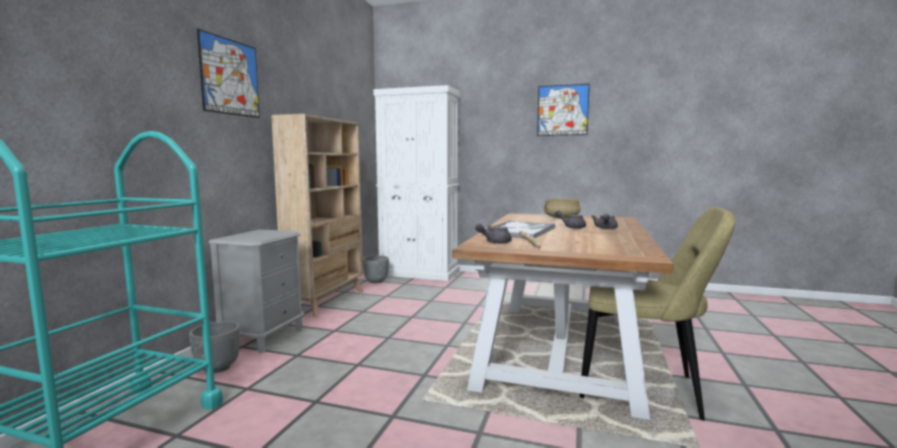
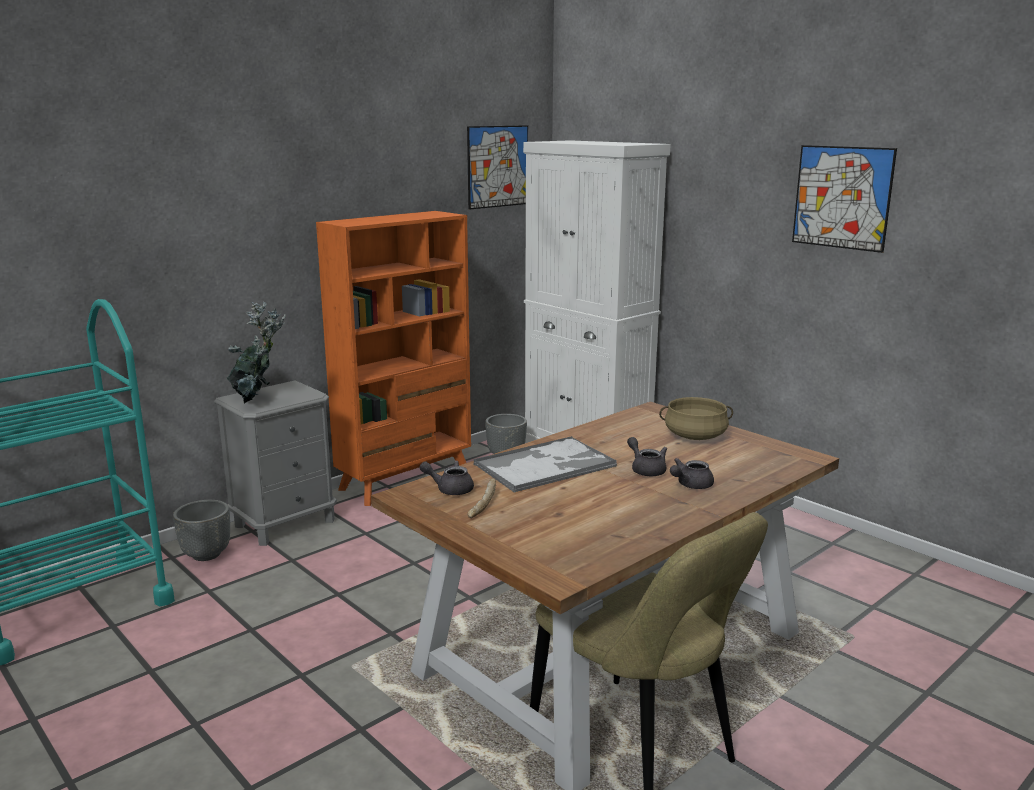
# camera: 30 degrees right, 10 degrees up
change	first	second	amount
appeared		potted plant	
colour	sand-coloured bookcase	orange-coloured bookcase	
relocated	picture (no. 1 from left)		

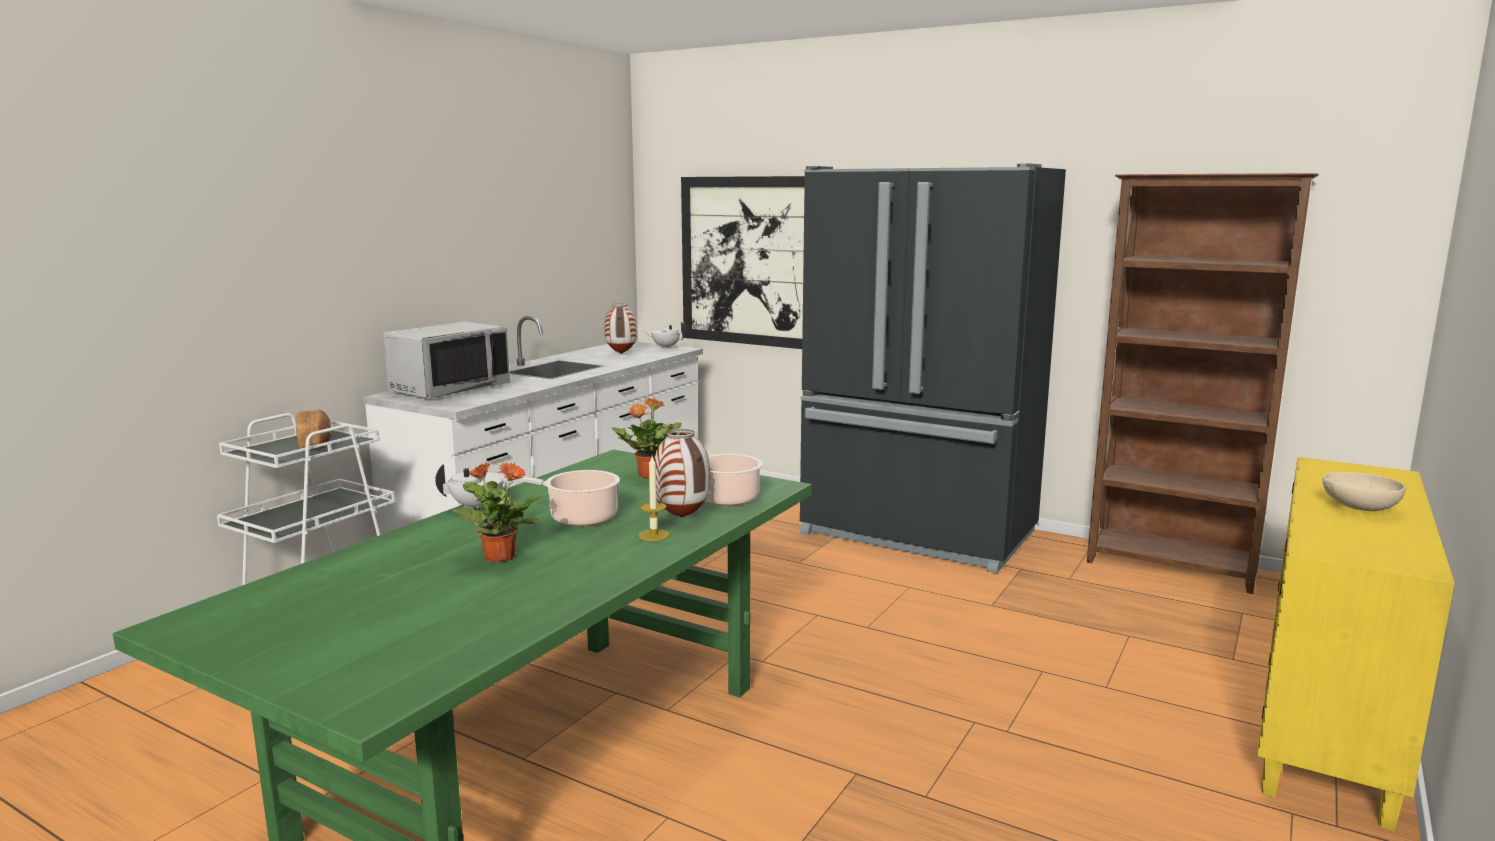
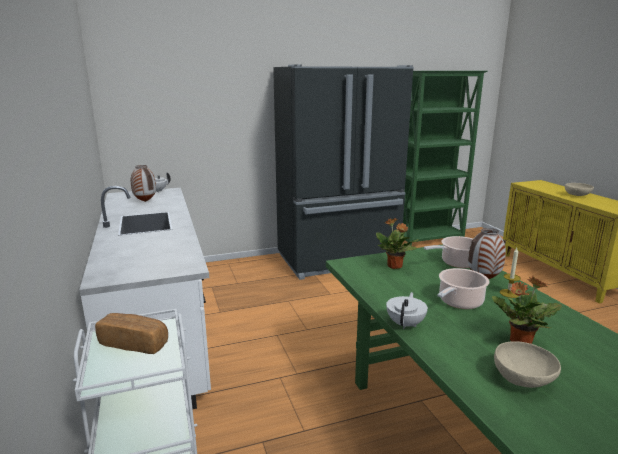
# camera: 50 degrees left, 5 degrees up
change	first	second	amount
colour	brown-coloured bookcase	green-coloured bookcase	
appeared		sand-coloured serving bowl (no. 1 from left)	
missing	gray microwave oven		
missing	picture		

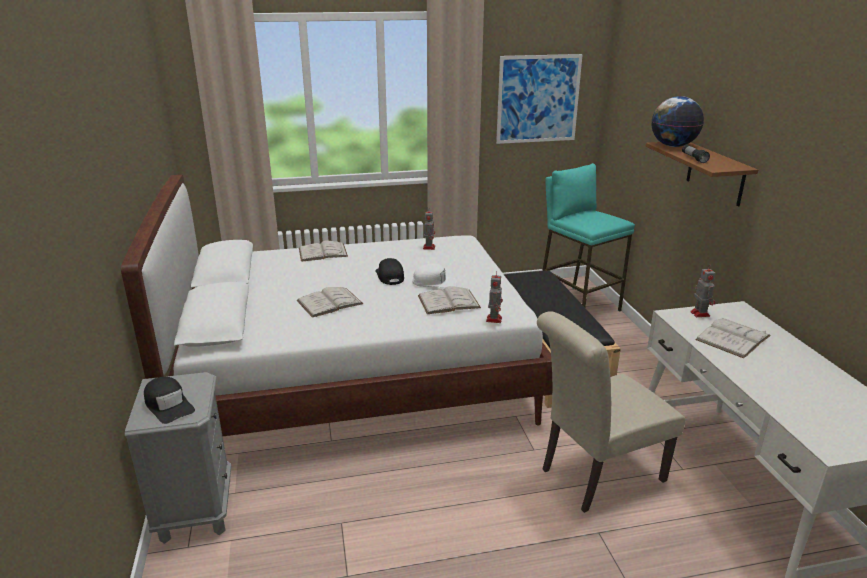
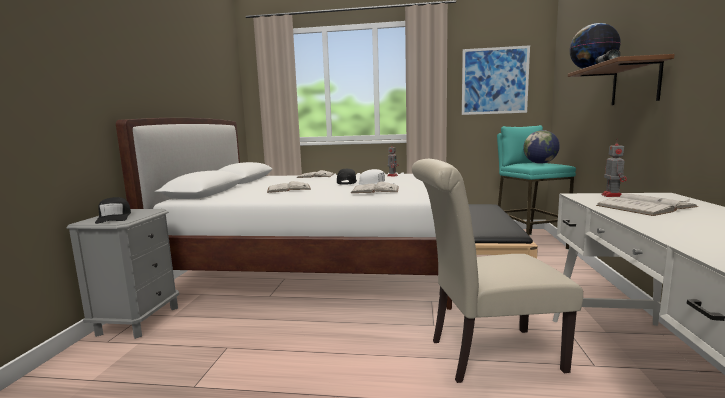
# camera: 20 degrees right, 15 degrees down
change	first	second	amount
appeared		world globe (no. 1 from left)	
missing	robot figure (no. 2 from left)		

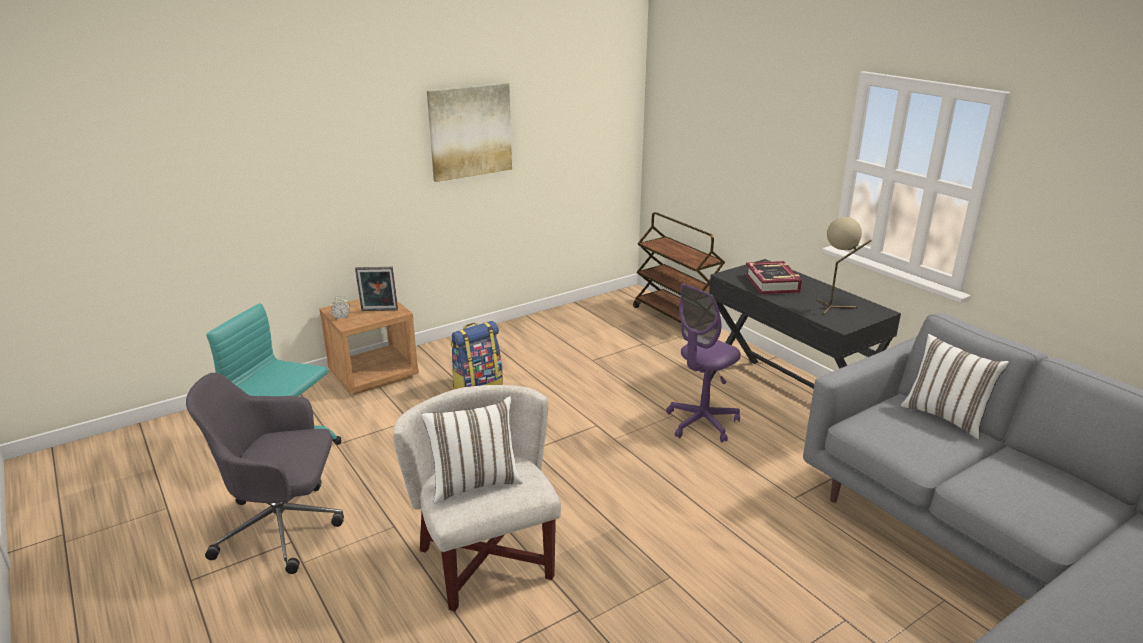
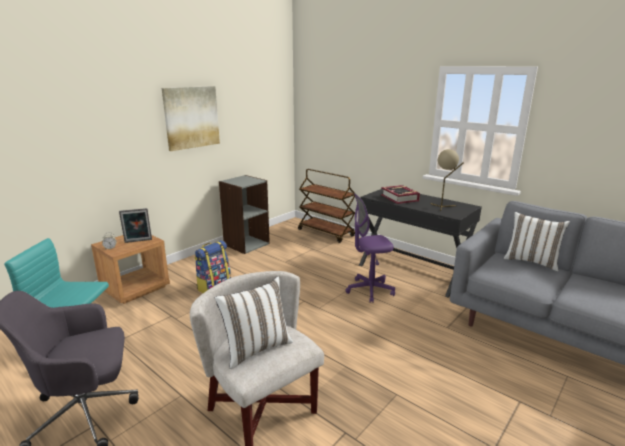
# camera: 15 degrees left, 5 degrees down
change	first	second	amount
appeared		gray bookcase	
spun	purple-coloured computer chair		45 degrees clockwise

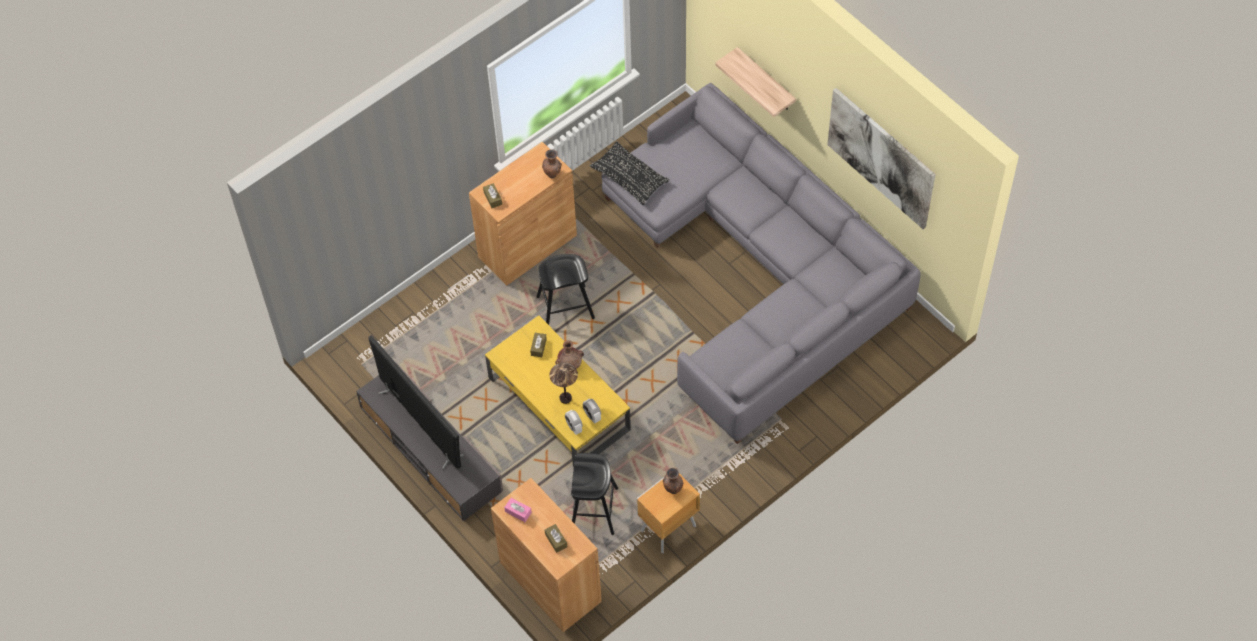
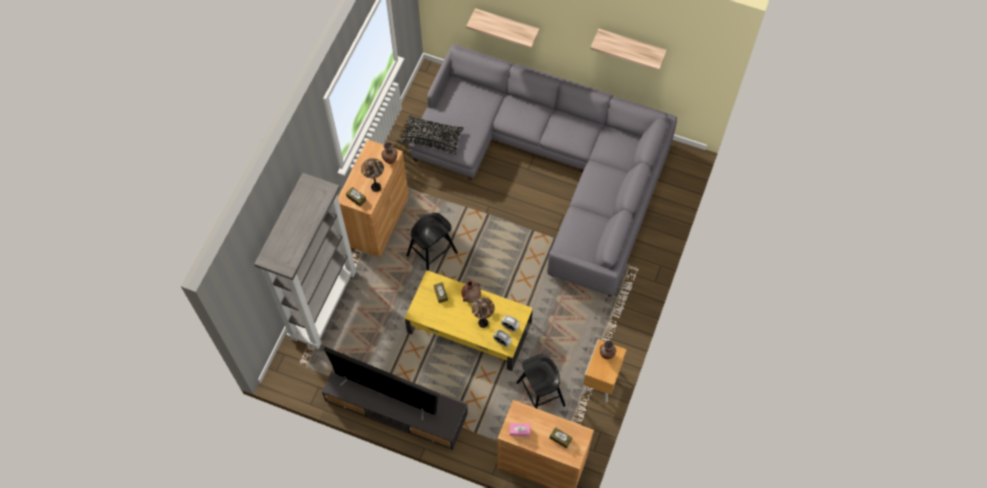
# camera: 30 degrees left, 5 degrees up
change	first	second	amount
appeared		gray bookcase	
appeared		table lamp (no. 1 from left)	
exchanged	picture	shelf (no. 2 from left)	

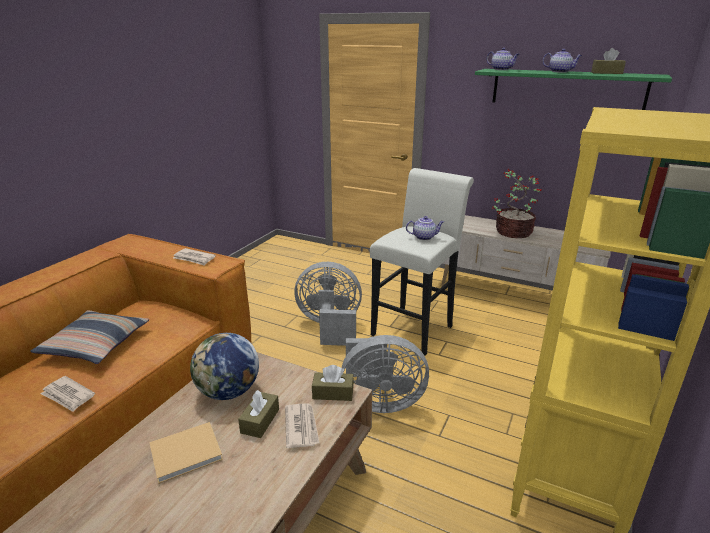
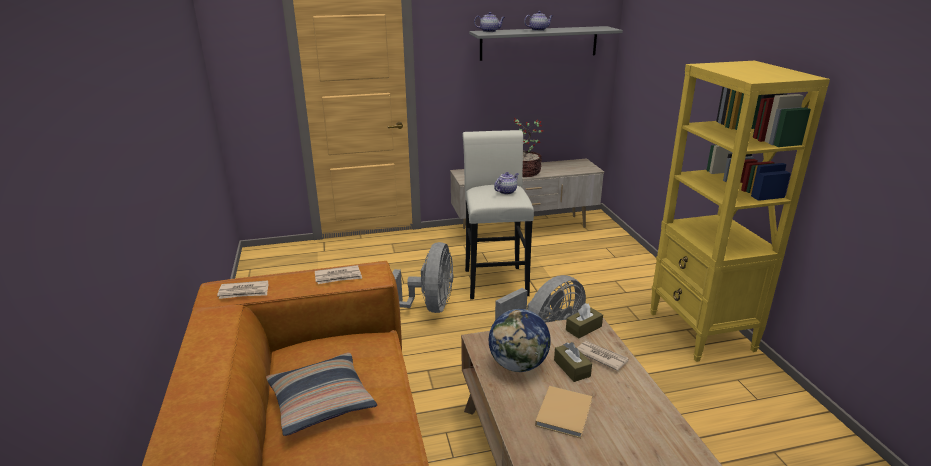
# camera: 40 degrees left, 0 degrees up
change	first	second	amount
relocated	newspaper (no. 1 from left)		
spun	gray electric fan (no. 1 from left)		135 degrees clockwise
colour	green-coloured shelf	gray shelf	
missing	brown-coloured box of tissues (no. 3 from left)		

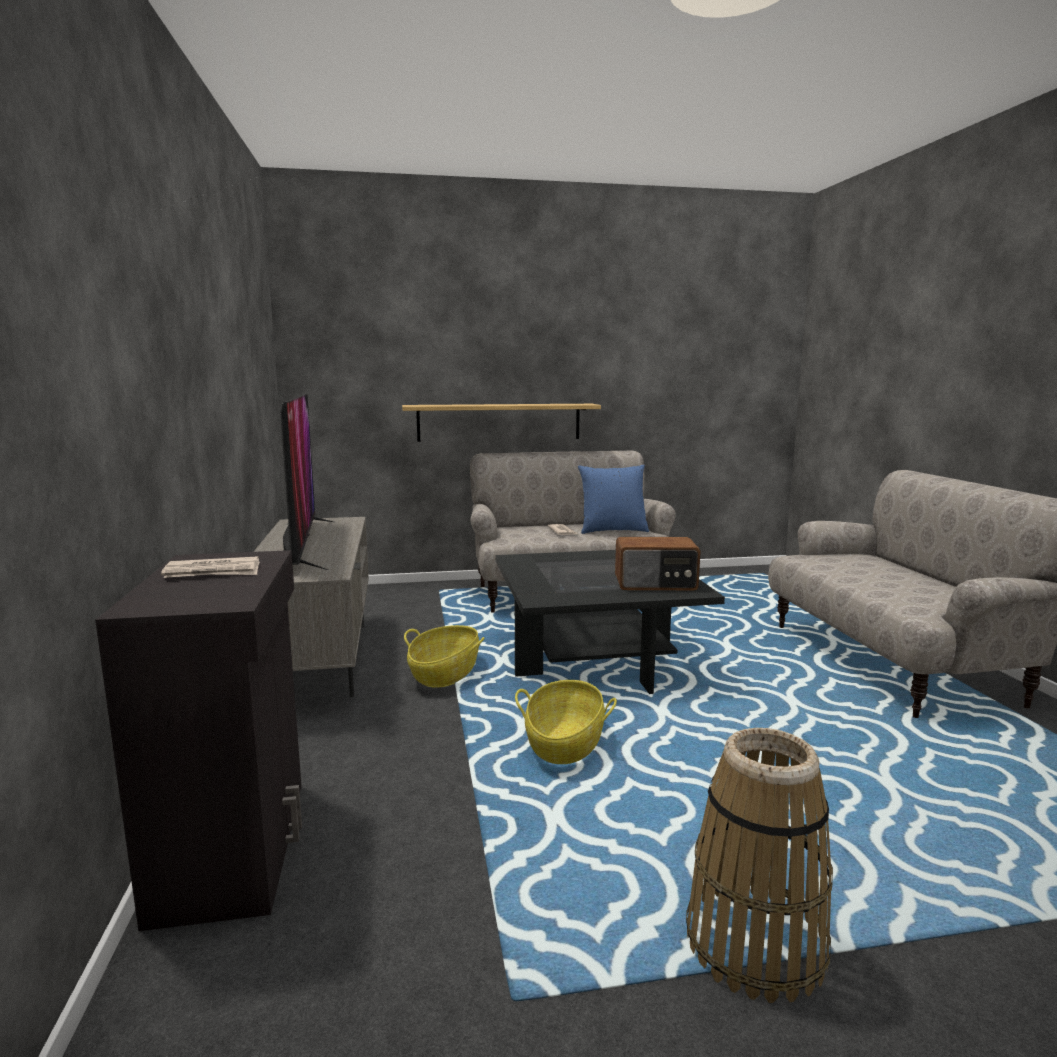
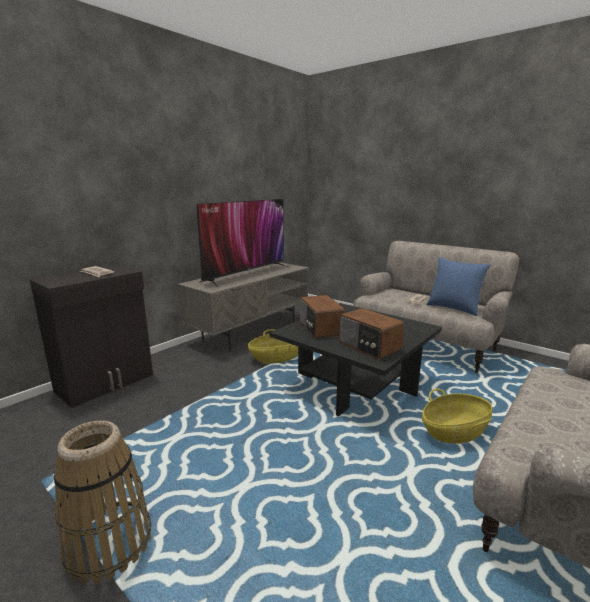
# camera: 50 degrees right, 5 degrees up
change	first	second	amount
appeared		radio receiver (no. 1 from left)	
relocated	household basket (no. 2 from left in the first image)	household basket (no. 3 from left)	
missing	shelf		

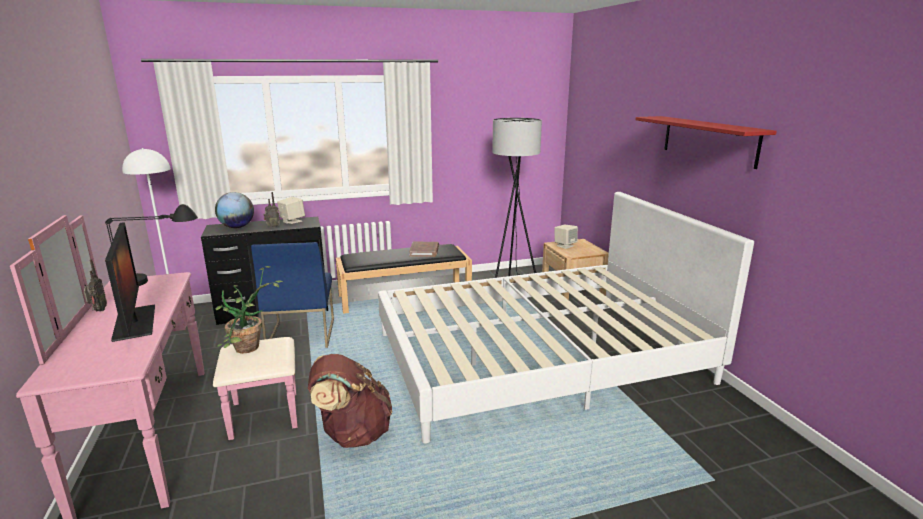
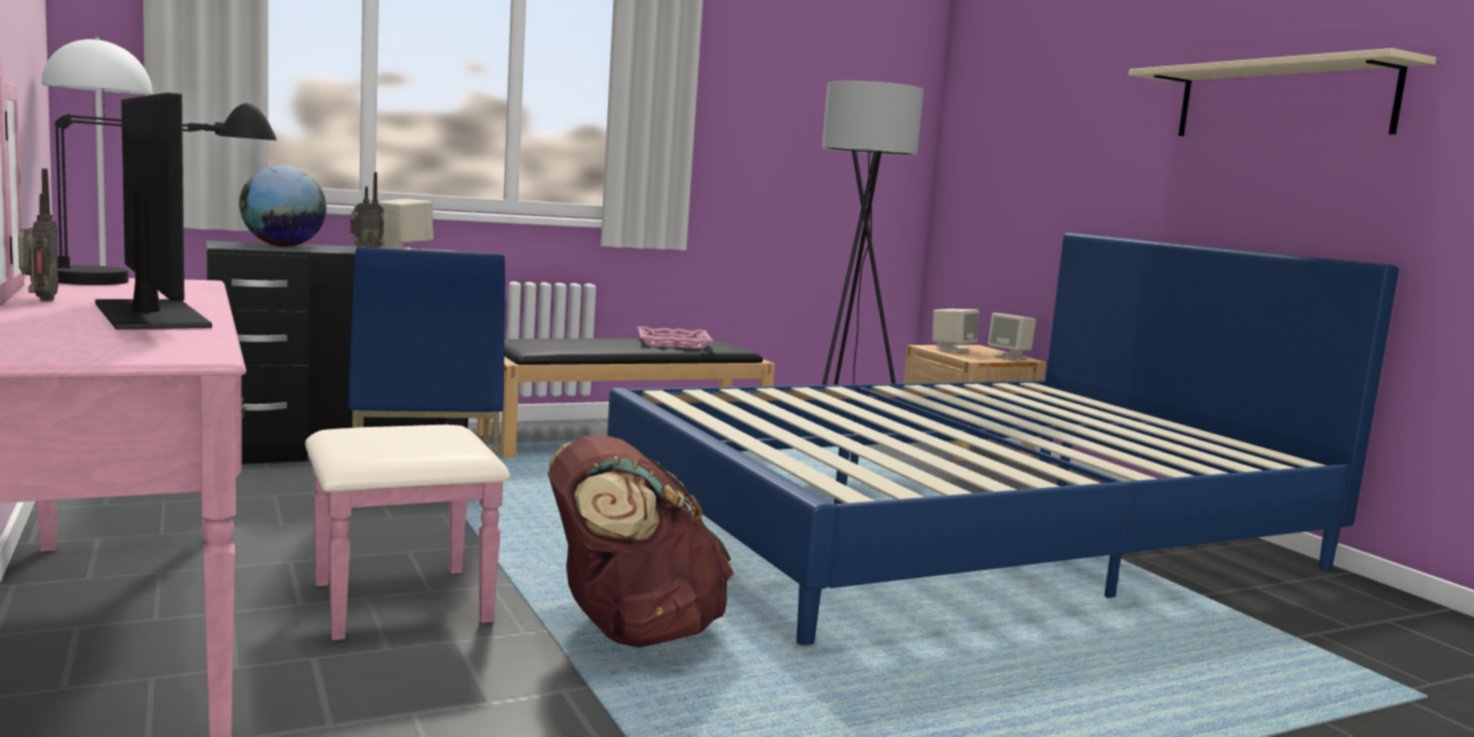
# camera: 10 degrees left, 10 degrees down
change	first	second	amount
colour	white-coloured sleeping bed	blue-coloured sleeping bed	
exchanged	brown-coloured bound book	pink serving tray	
appeared		sand-coloured loudspeaker (no. 3 from left)	
colour	red-coloured shelf	sand-coloured shelf	
missing	potted plant		

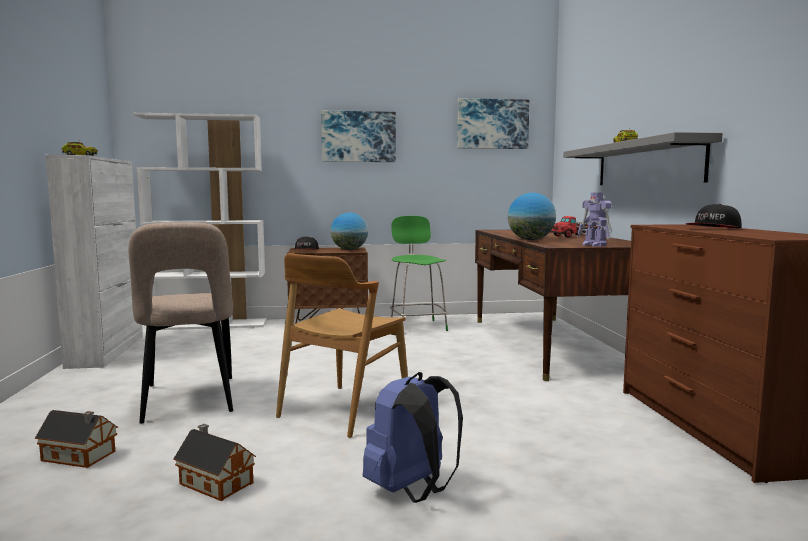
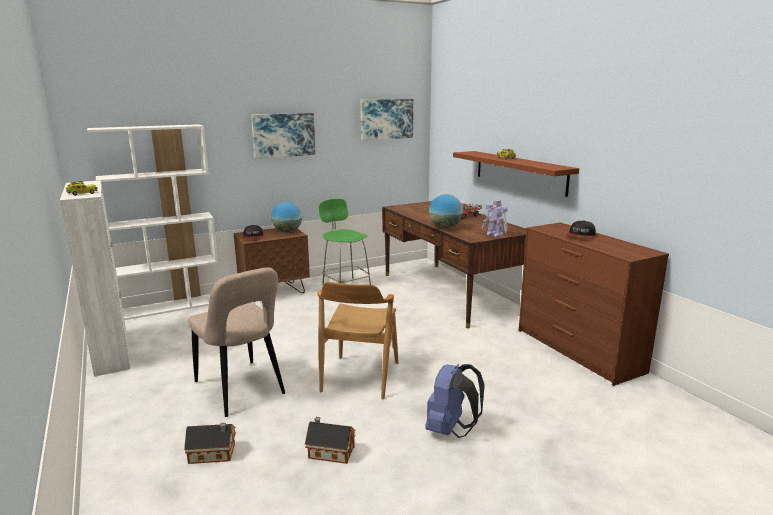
# camera: 20 degrees left, 10 degrees up
change	first	second	amount
colour	gray shelf	brown-coloured shelf	

